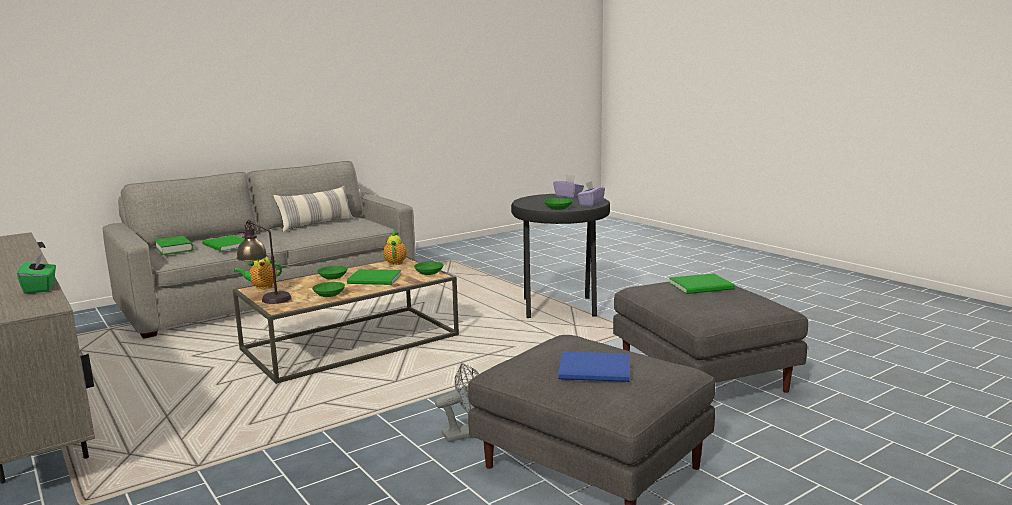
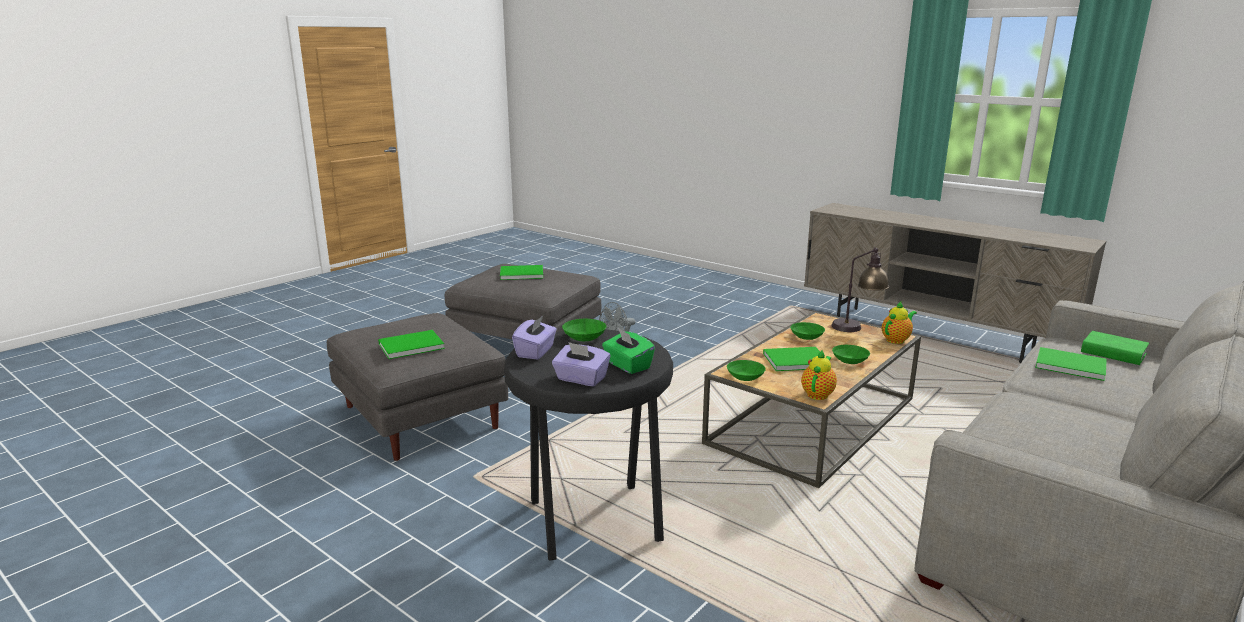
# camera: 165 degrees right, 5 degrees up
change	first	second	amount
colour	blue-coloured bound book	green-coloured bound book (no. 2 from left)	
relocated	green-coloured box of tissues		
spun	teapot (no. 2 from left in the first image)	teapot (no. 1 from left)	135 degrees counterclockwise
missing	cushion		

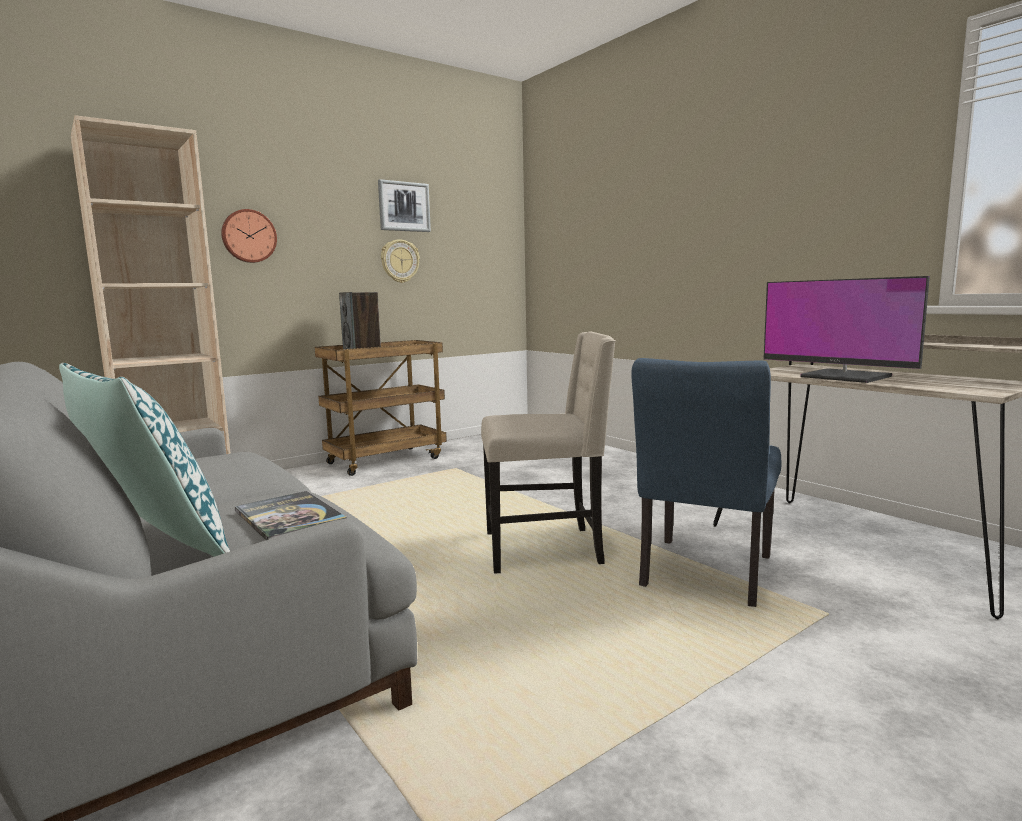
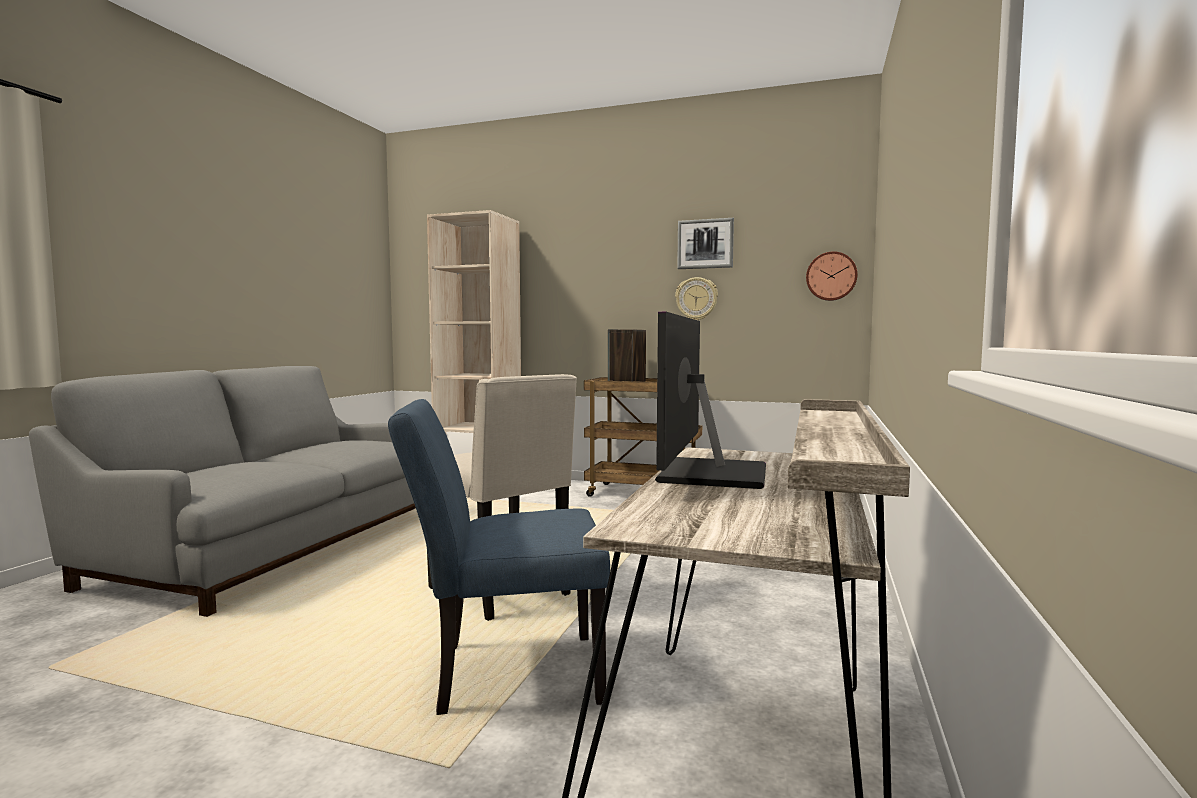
# camera: 55 degrees right, 5 degrees down
change	first	second	amount
relocated	hanging clock (no. 1 from left in the first image)	hanging clock (no. 2 from left)	
missing	cushion		
missing	bound book		

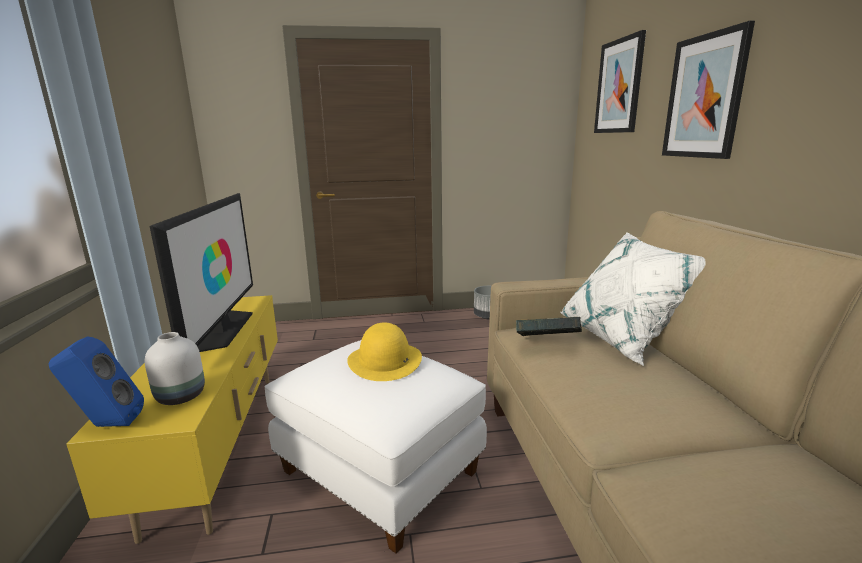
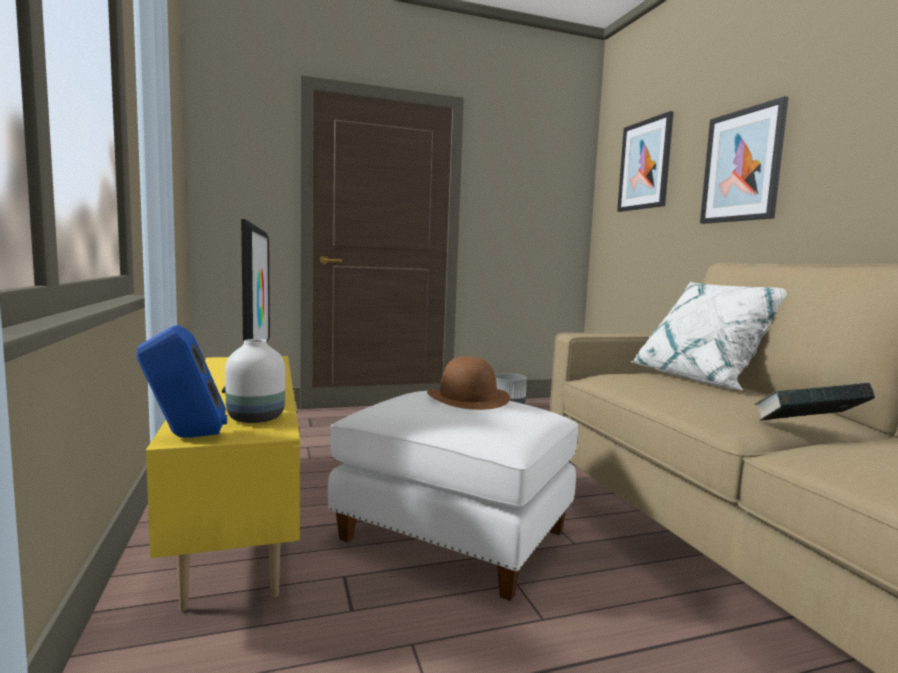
# camera: 10 degrees left, 10 degrees down
change	first	second	amount
colour	yellow hat	brown-coloured hat	
relocated	bound book		

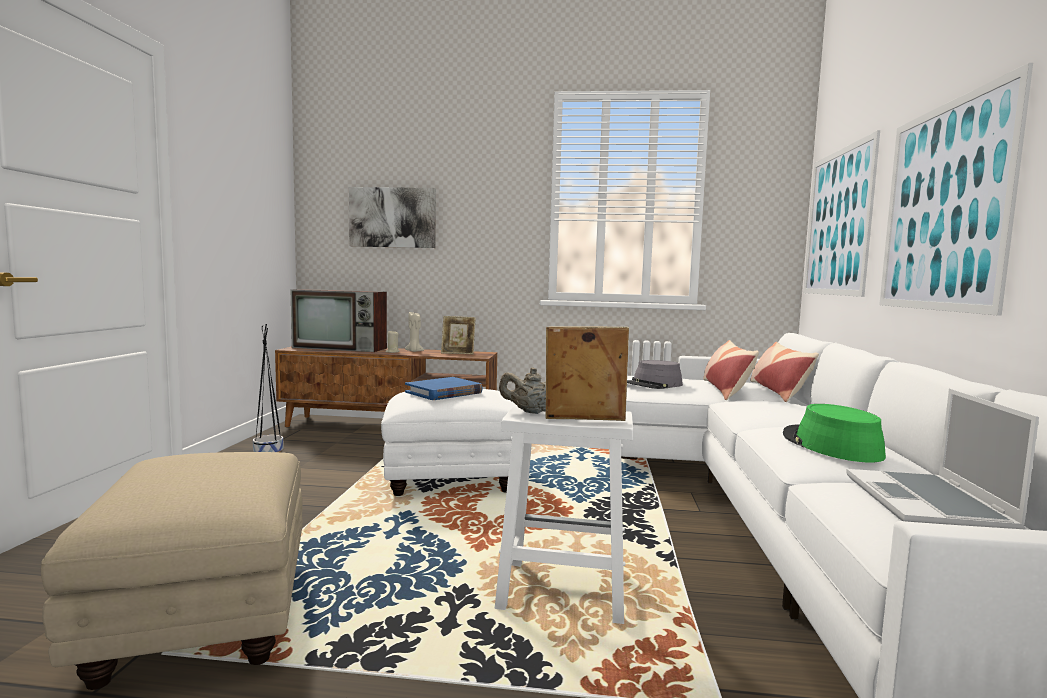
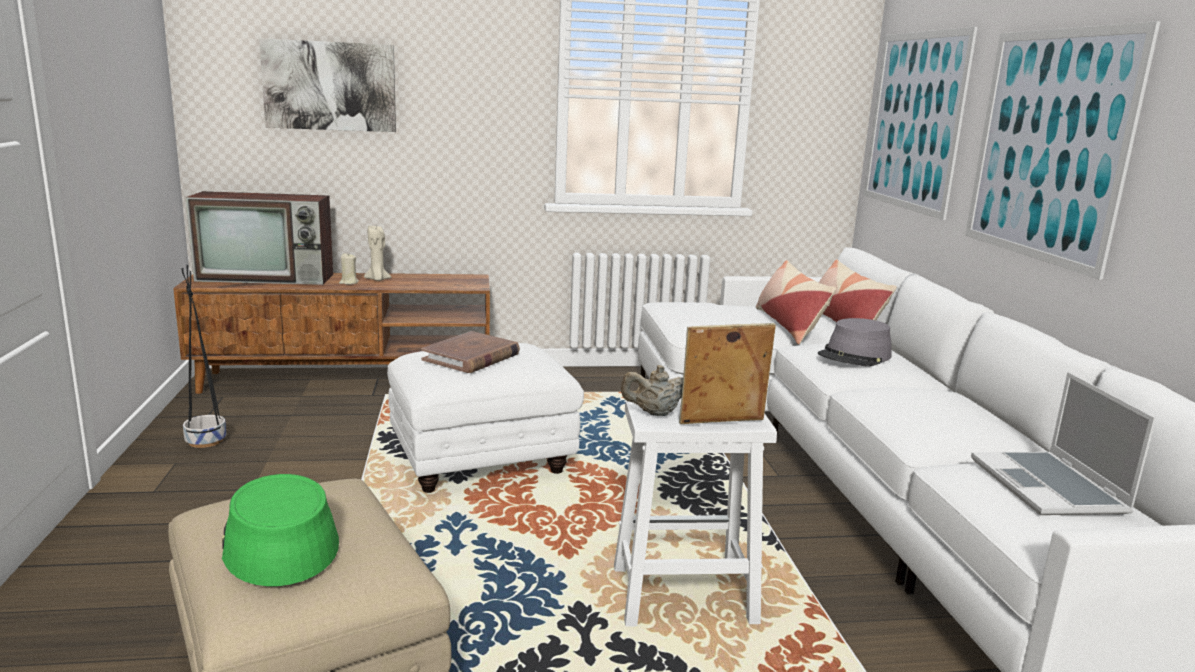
# camera: 15 degrees left, 10 degrees up
change	first	second	amount
relocated	green-coloured hat		
colour	blue-coloured bound book	brown-coloured bound book	
relocated	gray hat		
missing	photo frame (no. 1 from left)		

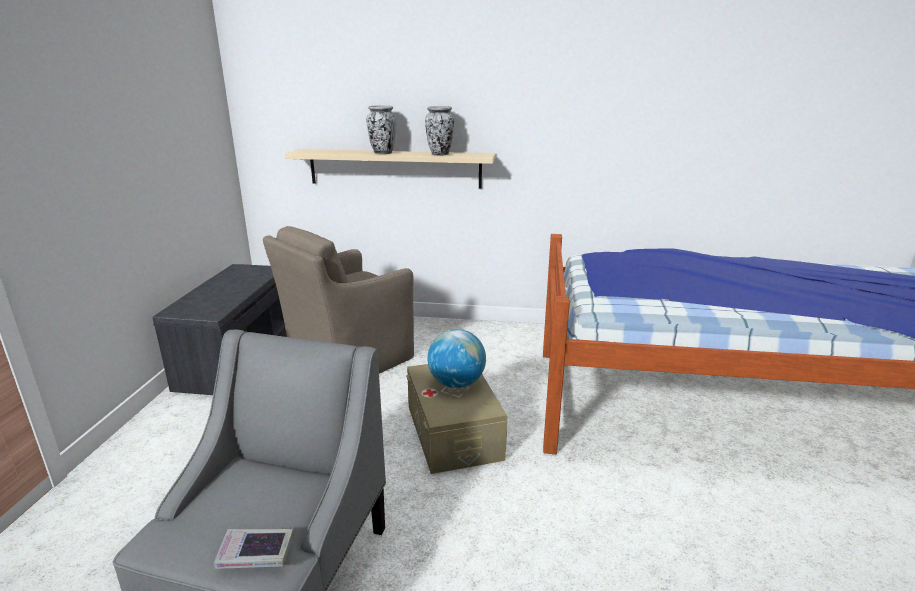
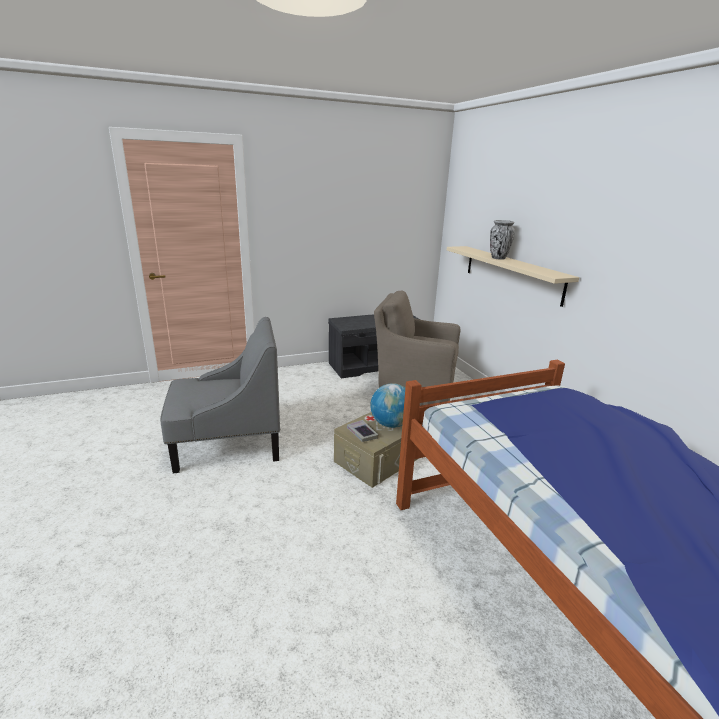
# camera: 60 degrees right, 0 degrees up
change	first	second	amount
relocated	bound book		
missing	vase (no. 2 from left)		

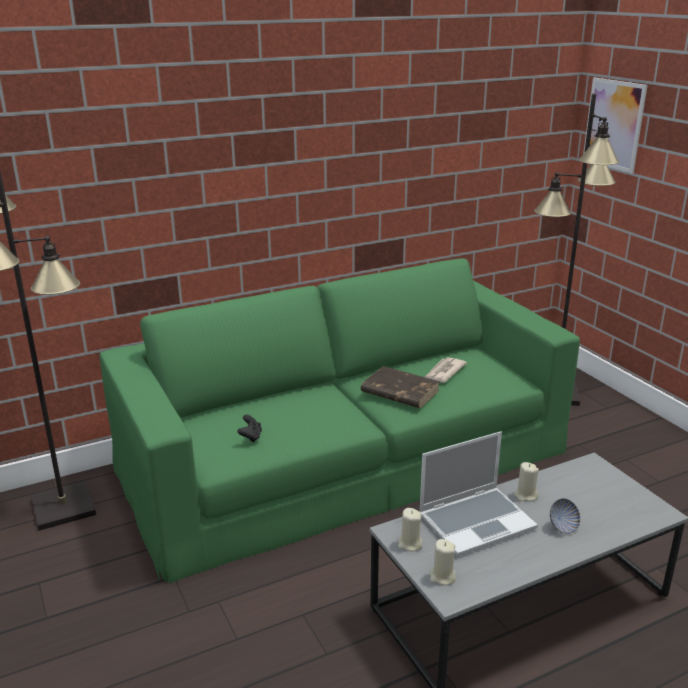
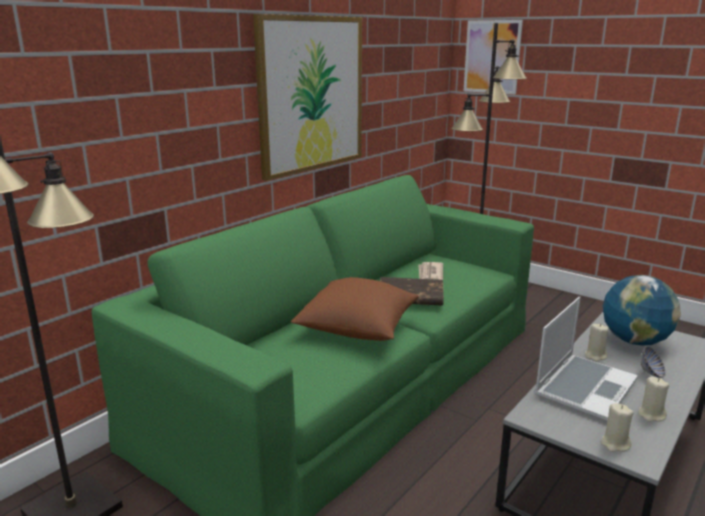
# camera: 25 degrees left, 5 degrees down
change	first	second	amount
appeared		picture (no. 1 from left)	
appeared		brown-coloured cushion	
appeared		world globe	
relocated	sand-coloured wax light (no. 1 from left in the first image)	sand-coloured wax light (no. 3 from left)	
missing	black-coloured gamepad		

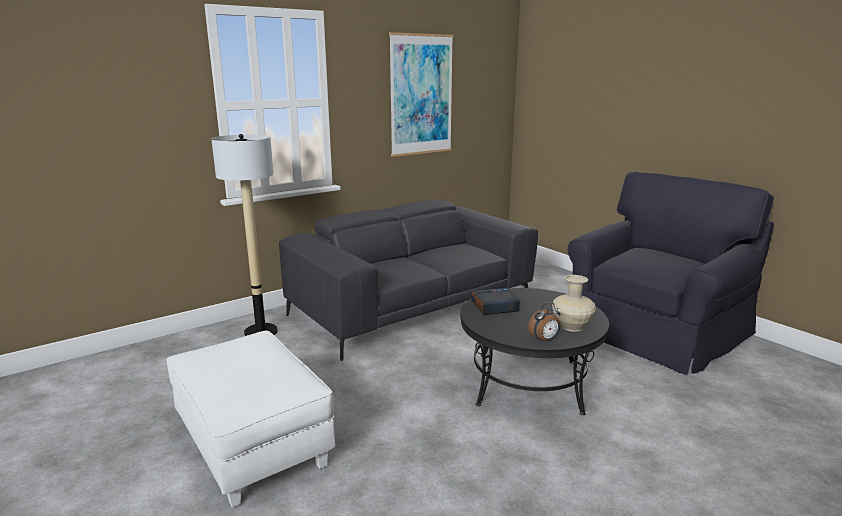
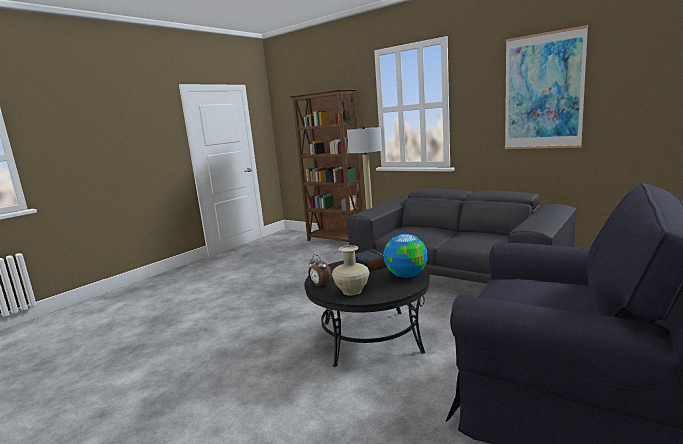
# camera: 75 degrees right, 5 degrees down
change	first	second	amount
appeared		brown-coloured bookcase	
appeared		world globe	
missing	white-coloured pouffe		

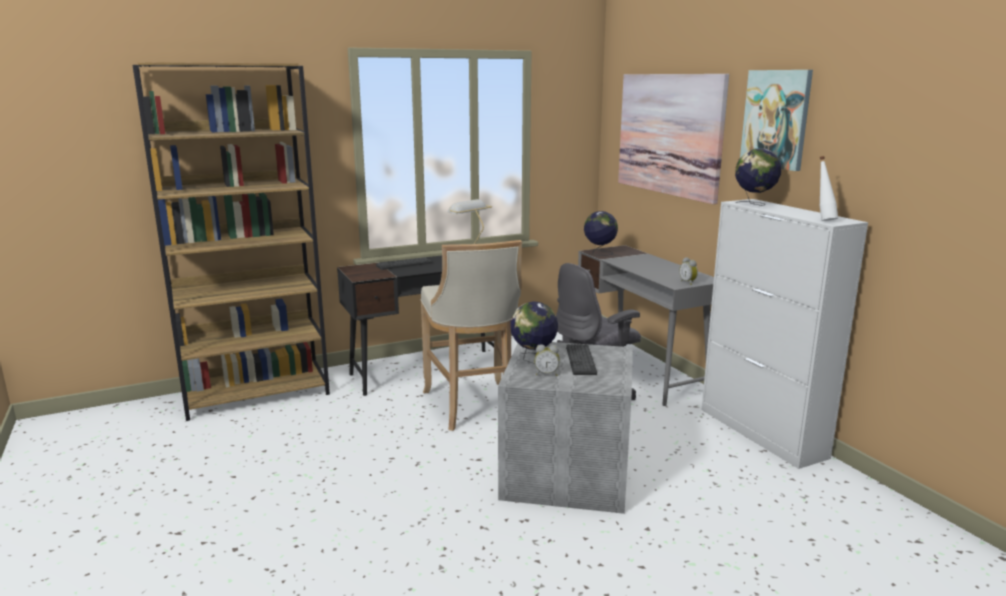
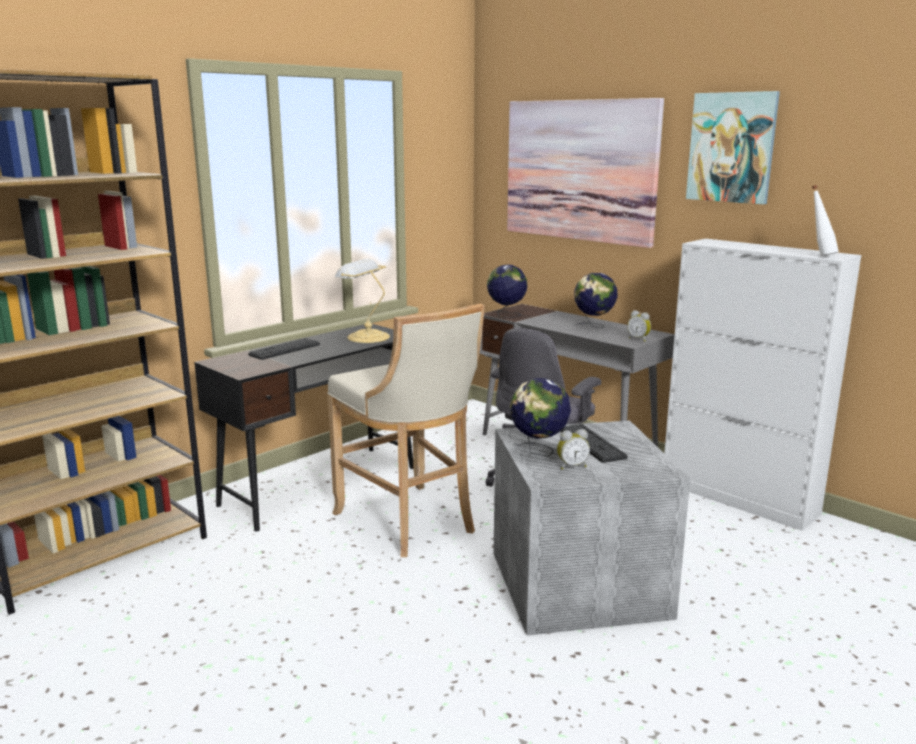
# camera: 20 degrees left, 0 degrees up
change	first	second	amount
relocated	world globe (no. 3 from left)		

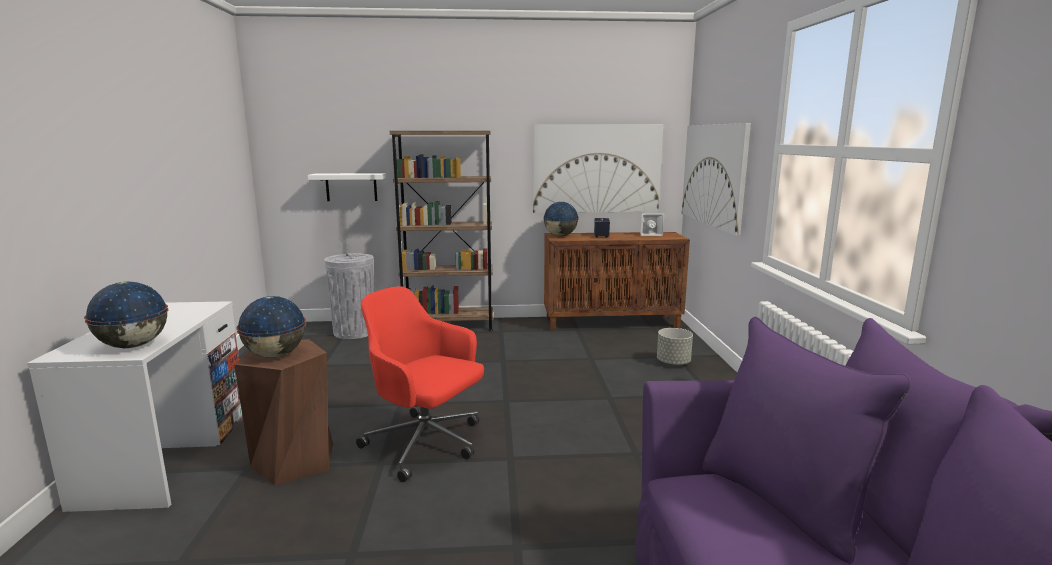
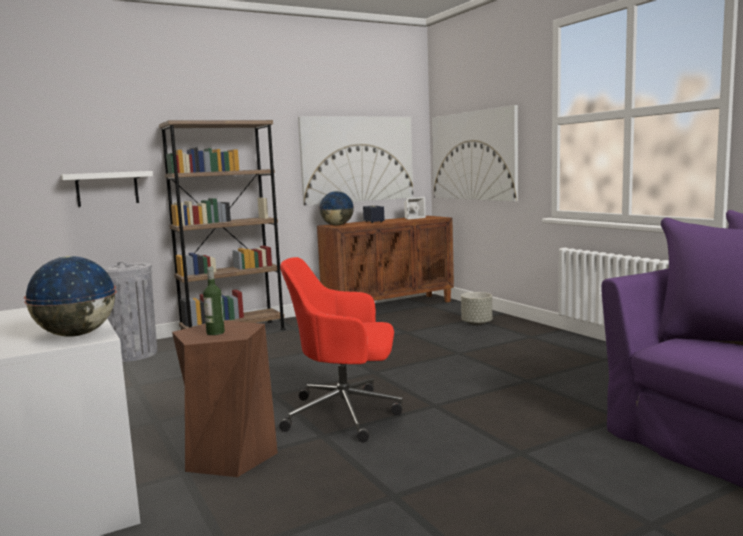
# camera: 25 degrees left, 5 degrees down
change	first	second	amount
exchanged	world globe (no. 2 from left)	beverage bottle	

